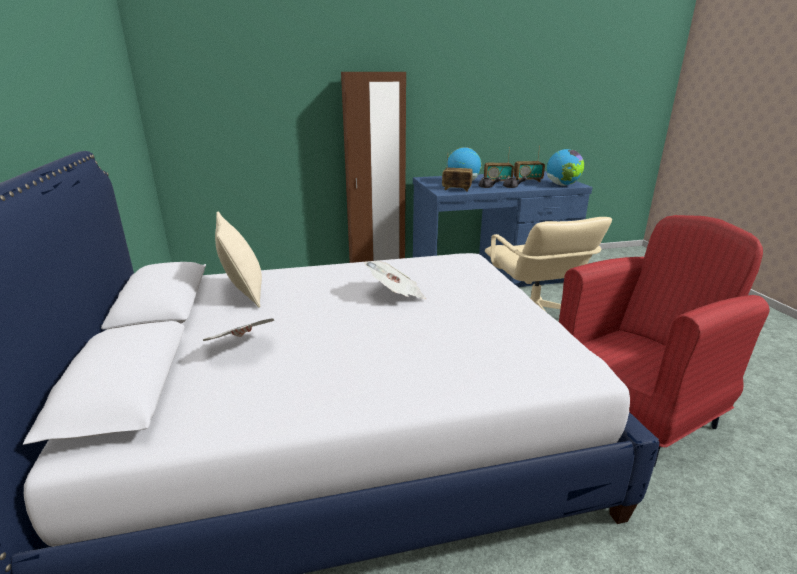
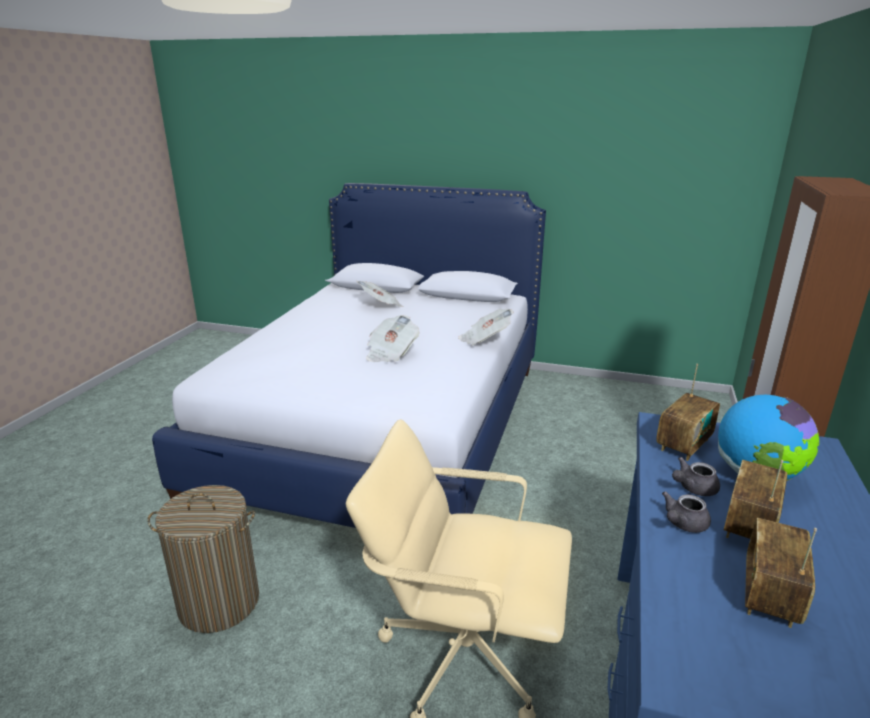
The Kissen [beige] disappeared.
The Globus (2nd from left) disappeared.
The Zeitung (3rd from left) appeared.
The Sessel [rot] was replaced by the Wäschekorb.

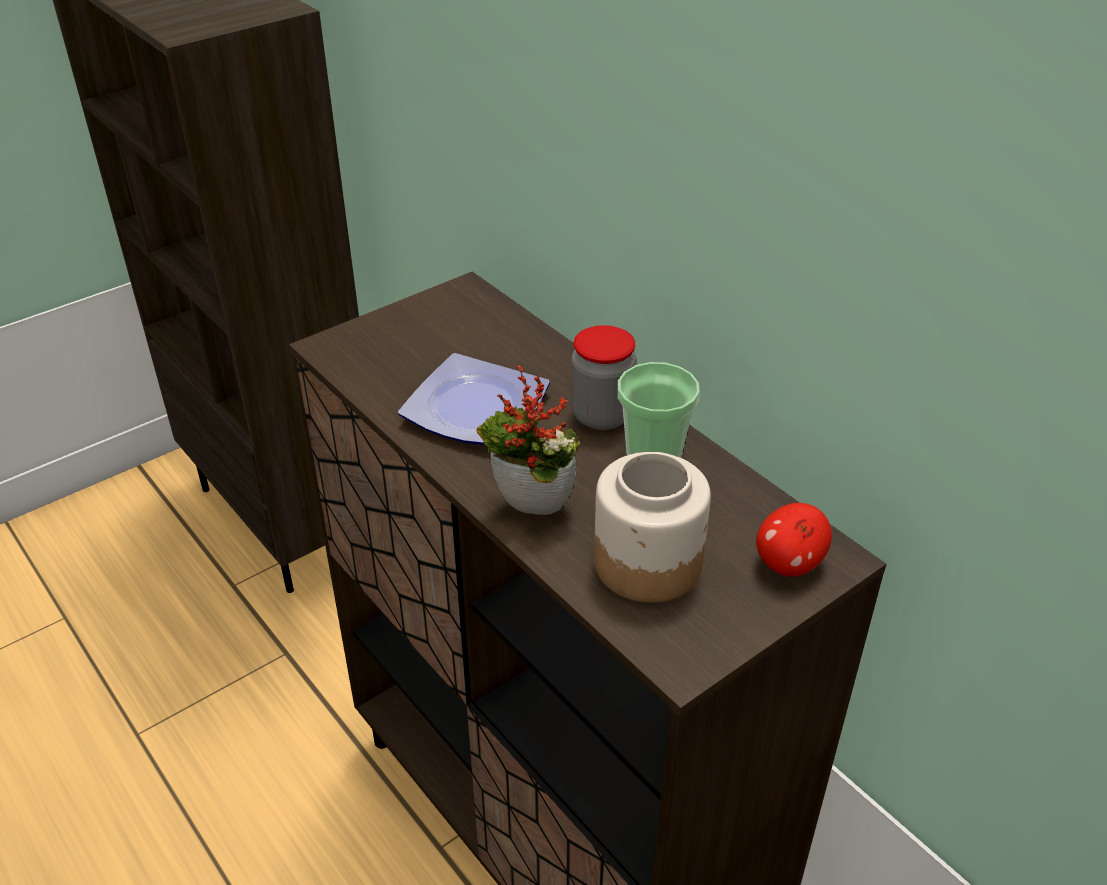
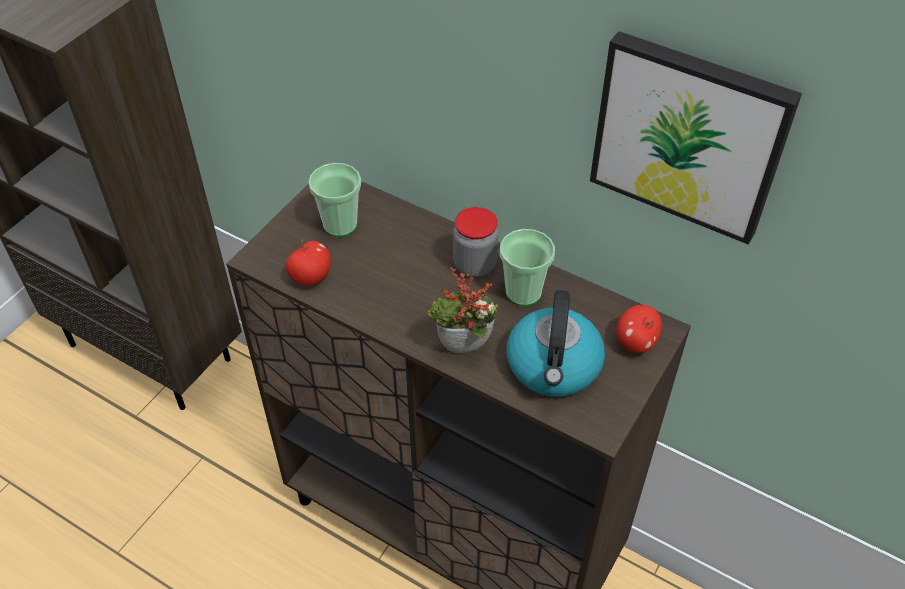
The Teller disappeared.
The Apfel (1st from left) appeared.
The Tasse (1st from left) appeared.
The Bild appeared.
The Vorratsglas (2nd from left) was replaced by the Wasserkessel.

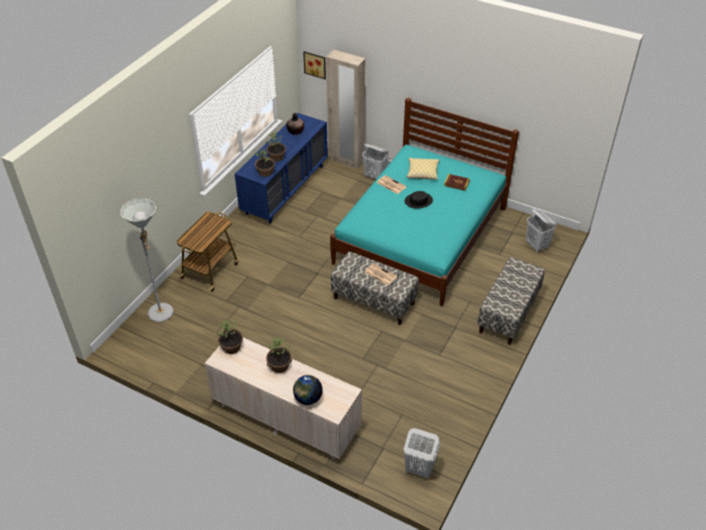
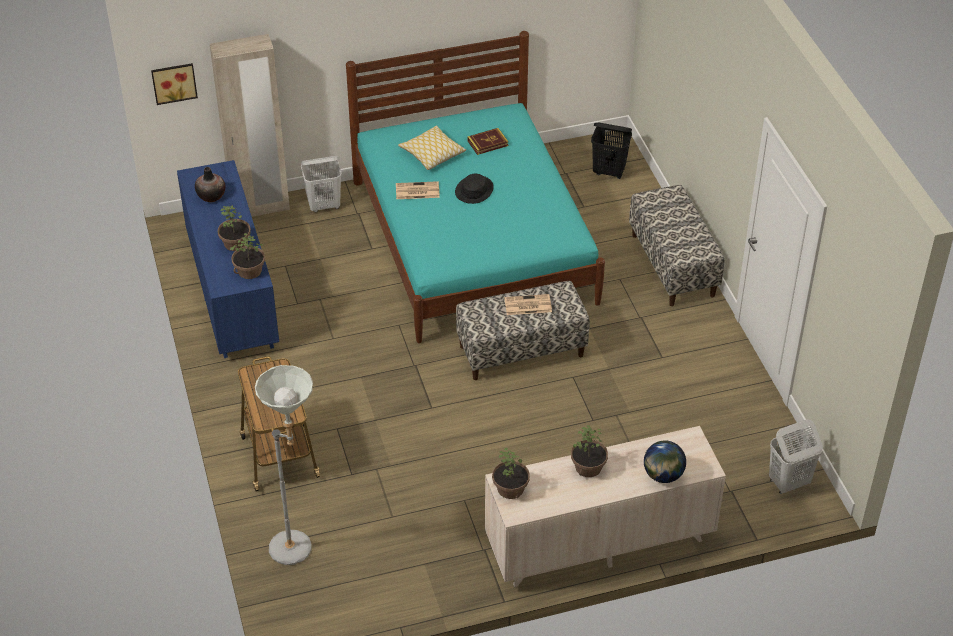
The Wäschekorb [weiß] (3rd from left) became the Wäschekorb [schwarz].

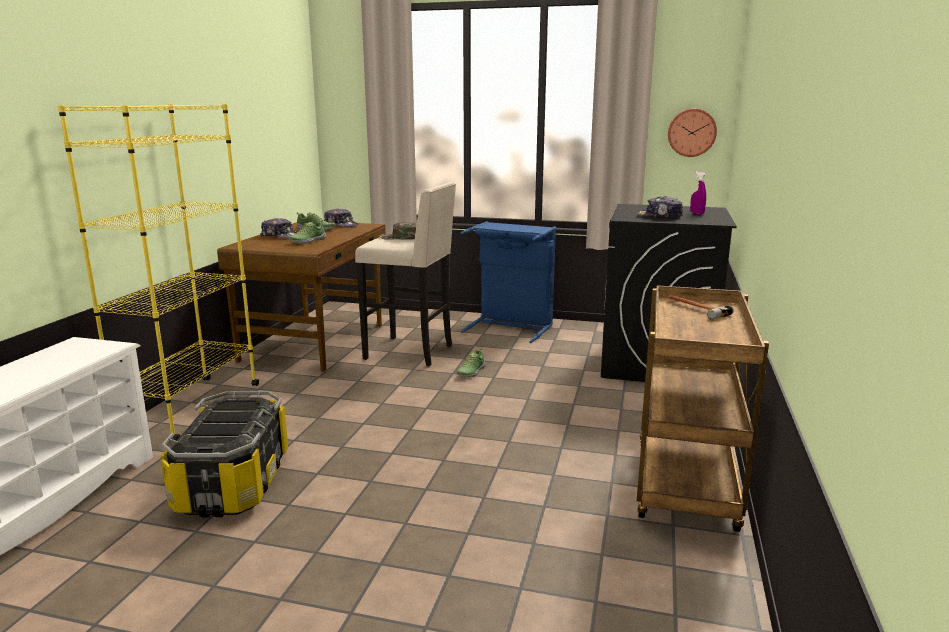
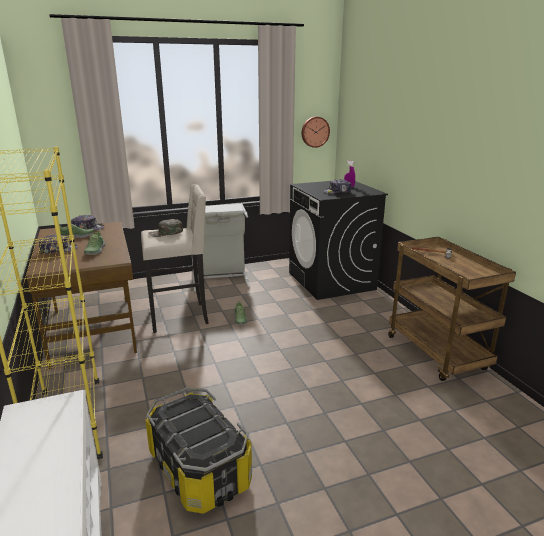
The Wäschekorb [blau] became the Wäschekorb [grau].

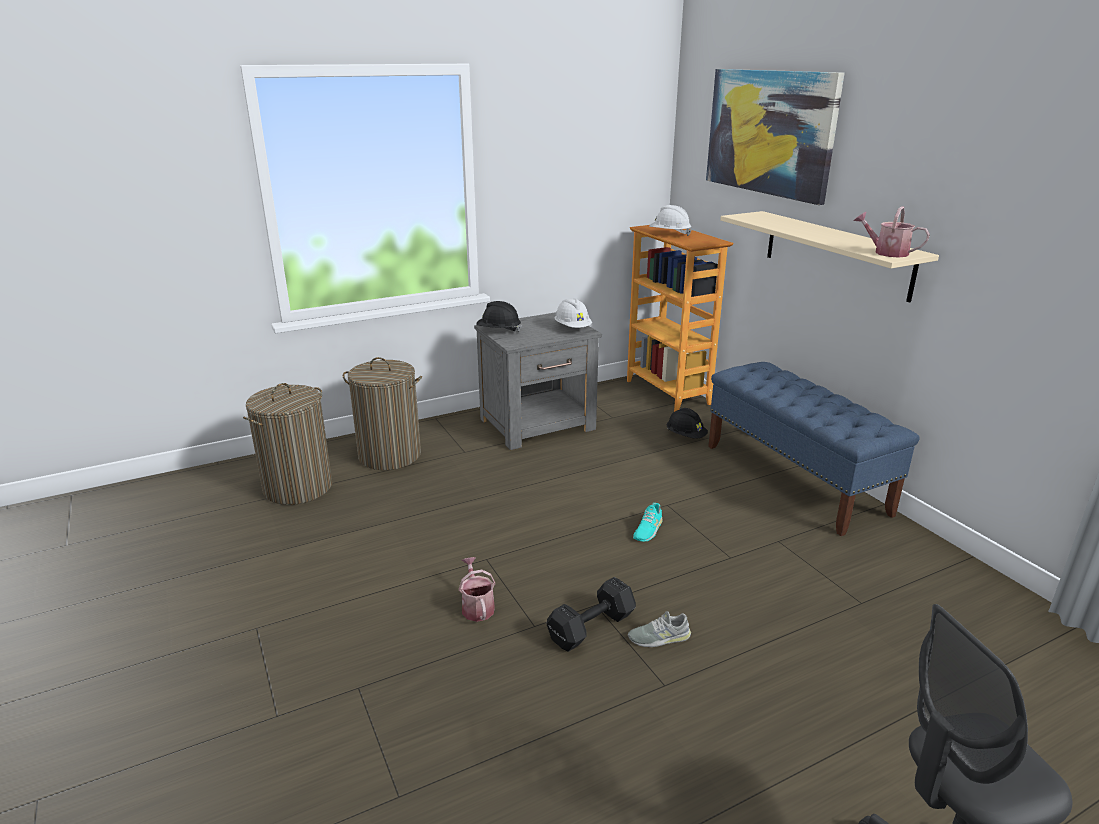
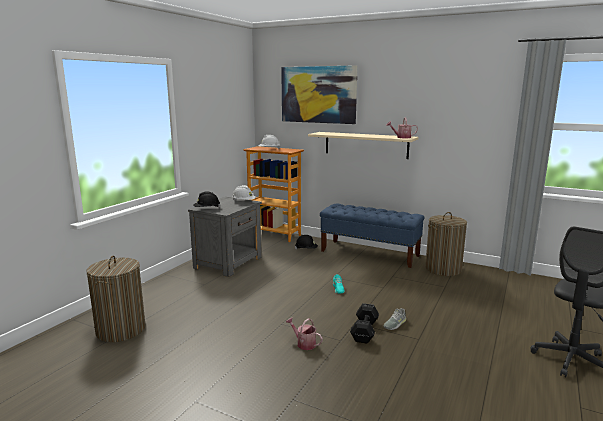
The Wäschekorb (2nd from left) moved.

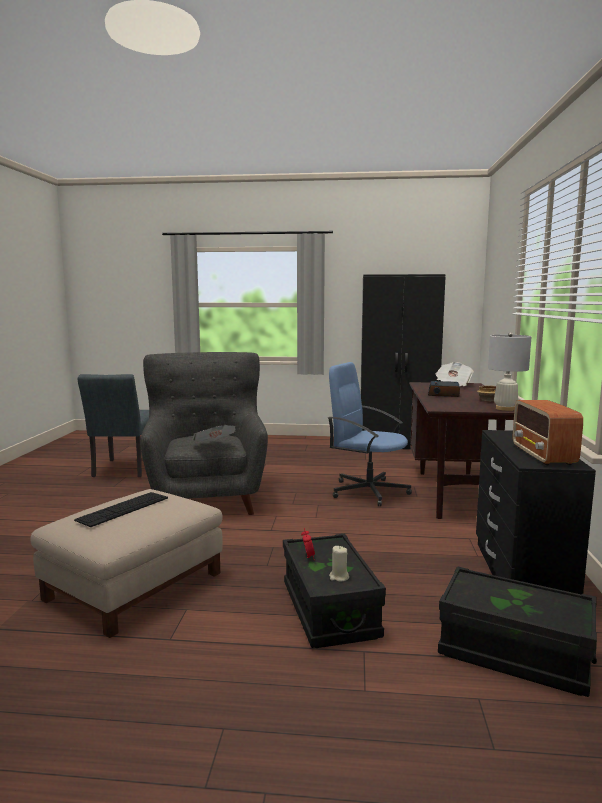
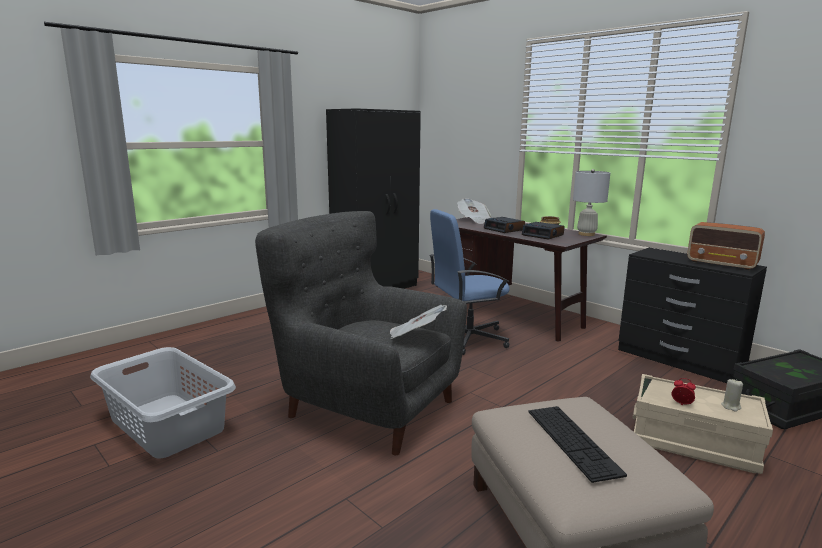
The Wecker (2nd from left) appeared.
The Stuhl [grau] was replaced by the Wäschekorb [grau].
The Aufbewahrungsbox [schwarz] (1st from left) became the Aufbewahrungsbox [beige].

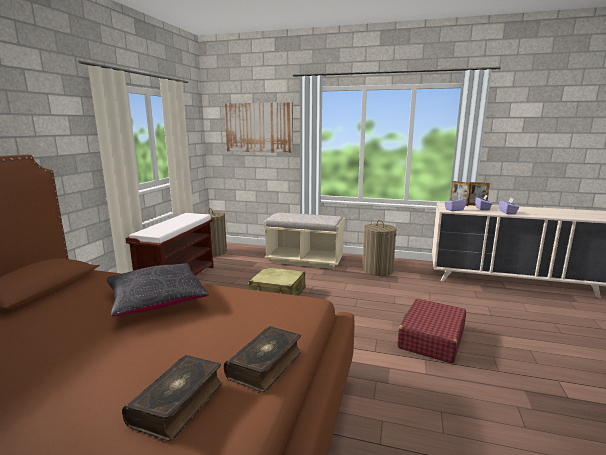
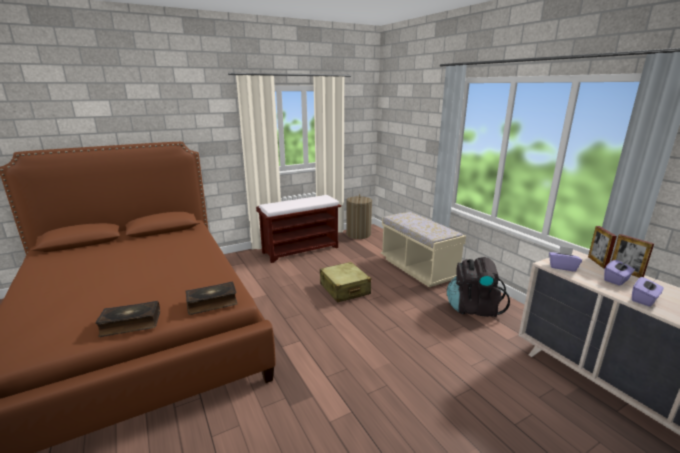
The Kissen [schwarz] disappeared.
The Bild disappeared.
The Koffer [rot] disappeared.
The Buch (1st from left in the first image) moved.
The Wäschekorb (2nd from left) was replaced by the Rucksack [schwarz].

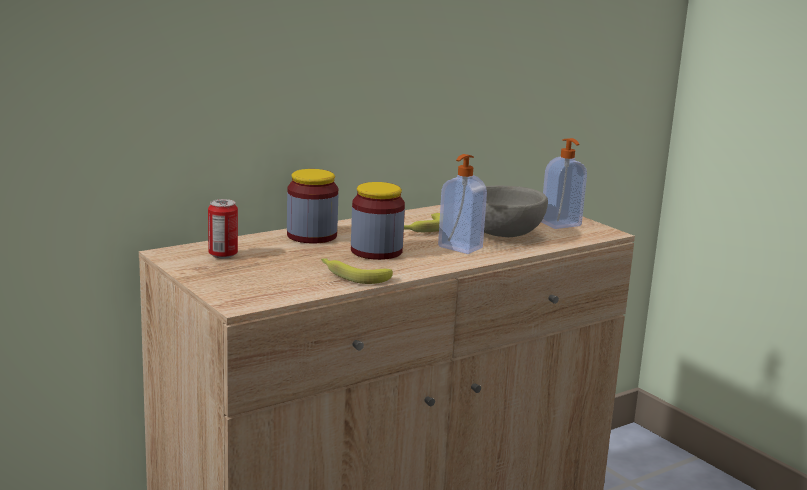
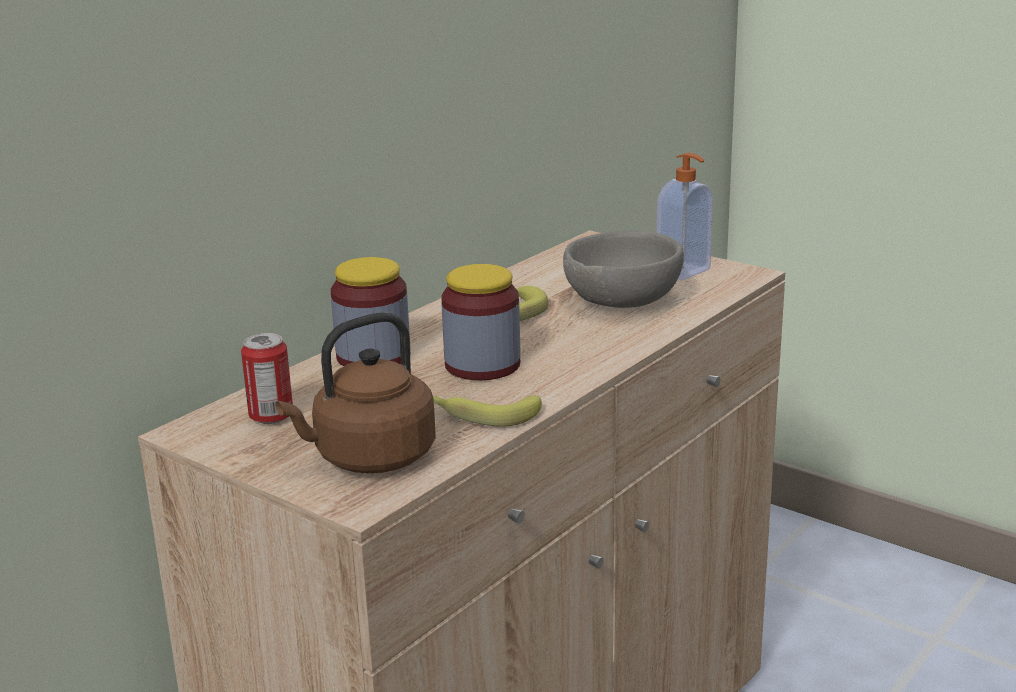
The Seifenspender (1st from left) disappeared.
The Wasserkessel [braun] appeared.

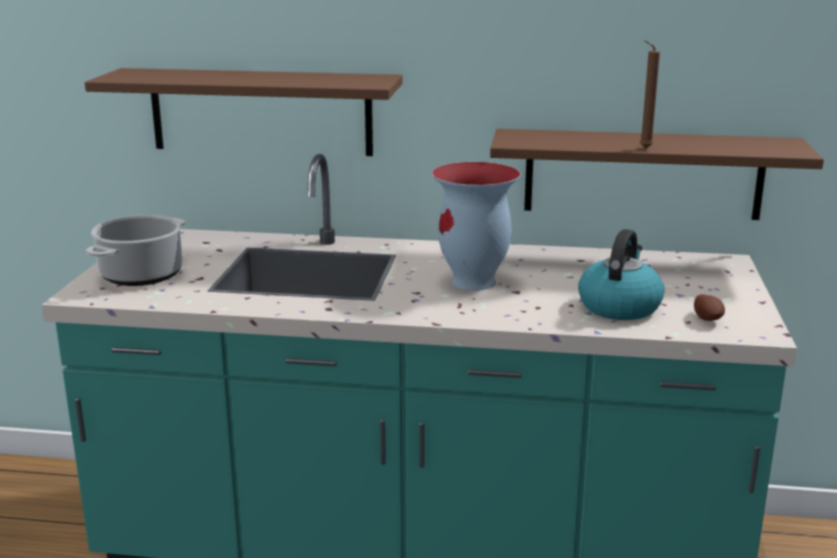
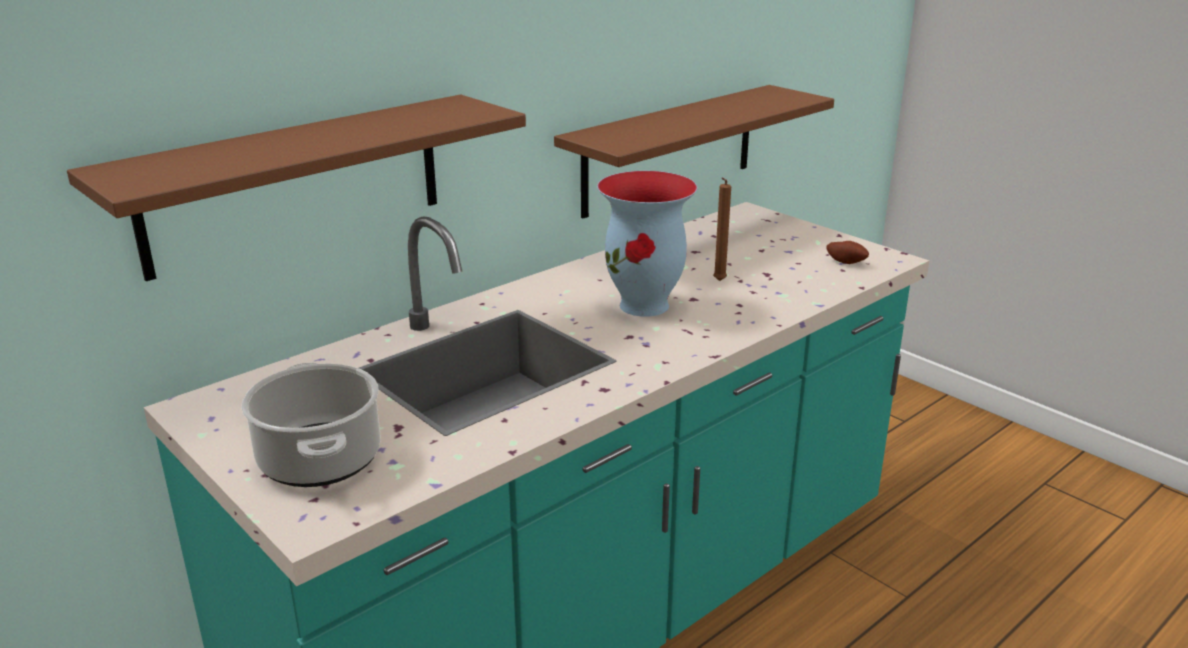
The Wasserkessel disappeared.
The Kerze [braun] moved.

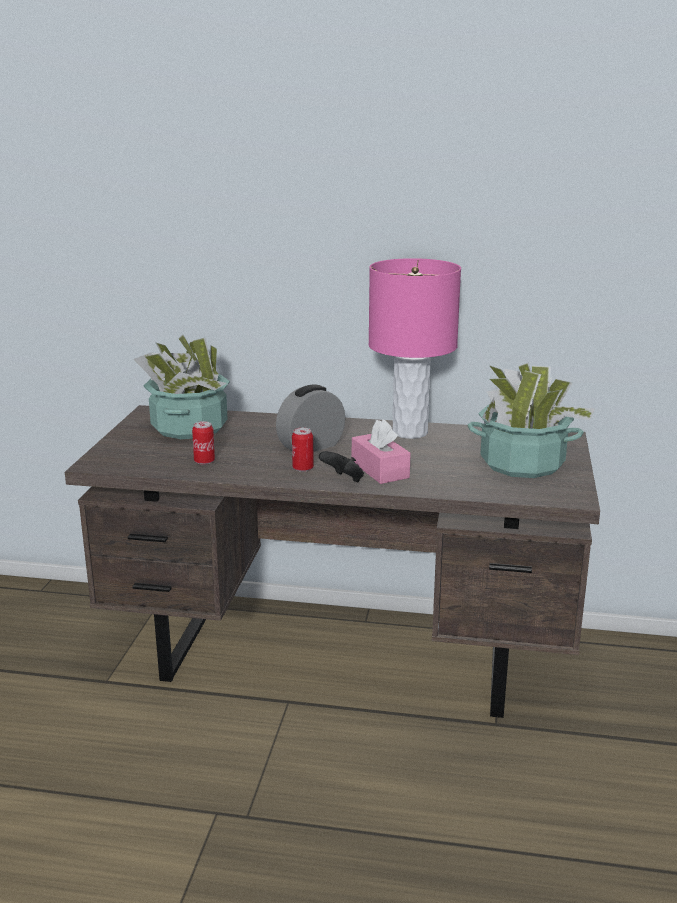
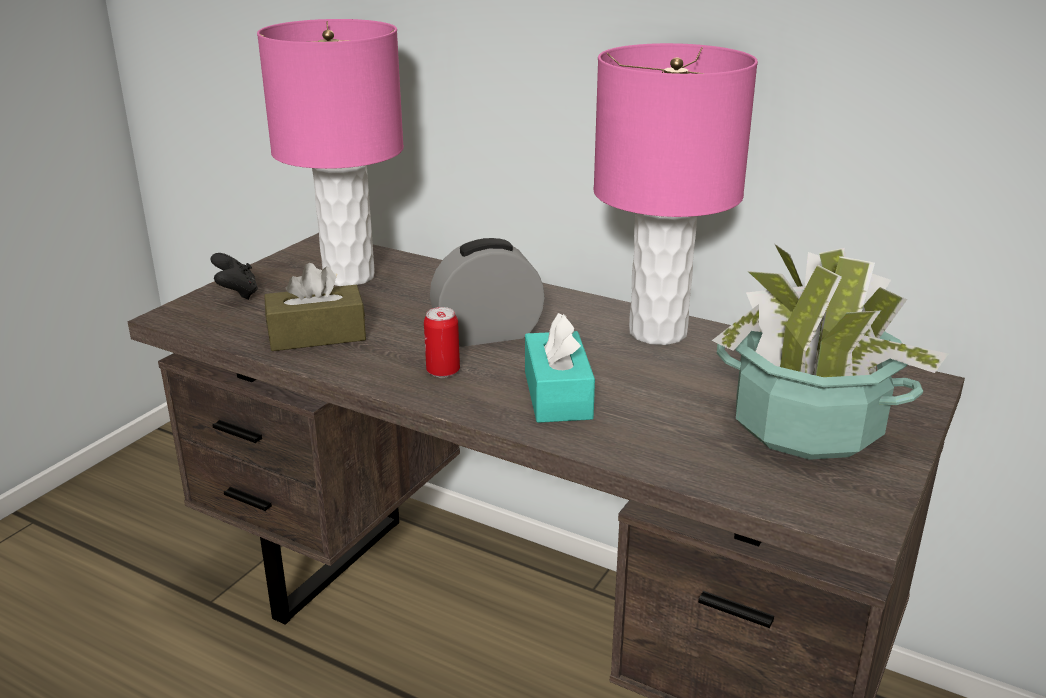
The Gamepad [schwarz] moved.
The Topfpflanze (1st from left) was replaced by the Tischlampe [rosa] (1st from left).
The Dose (1st from left) was replaced by the Taschentuchbox [braun].
The Taschentuchbox [rosa] became the Taschentuchbox [türkis].

